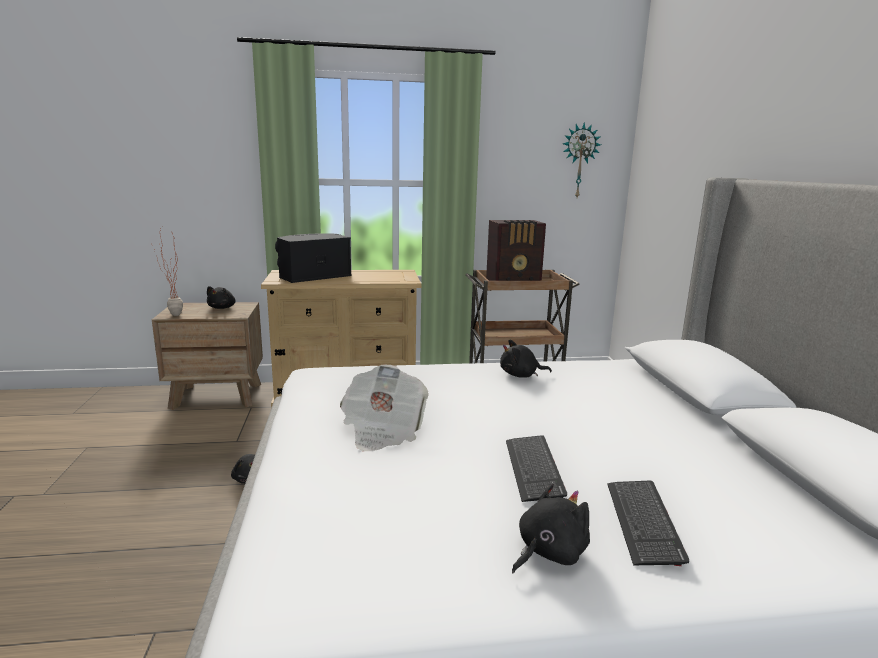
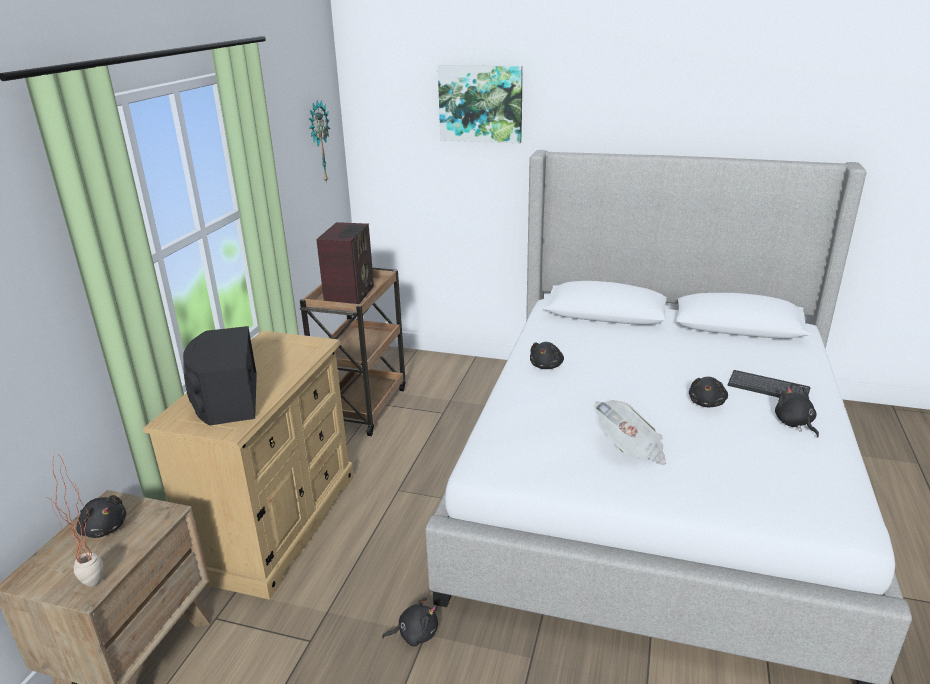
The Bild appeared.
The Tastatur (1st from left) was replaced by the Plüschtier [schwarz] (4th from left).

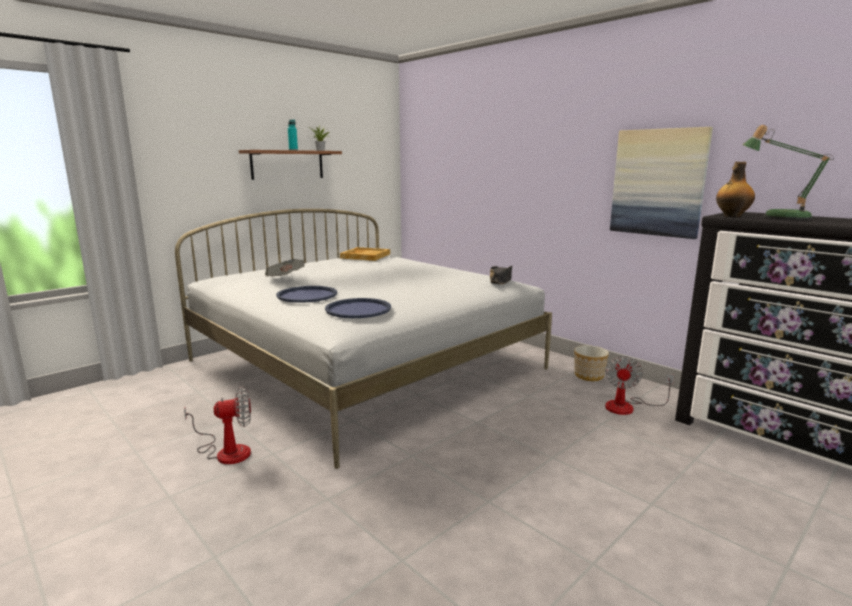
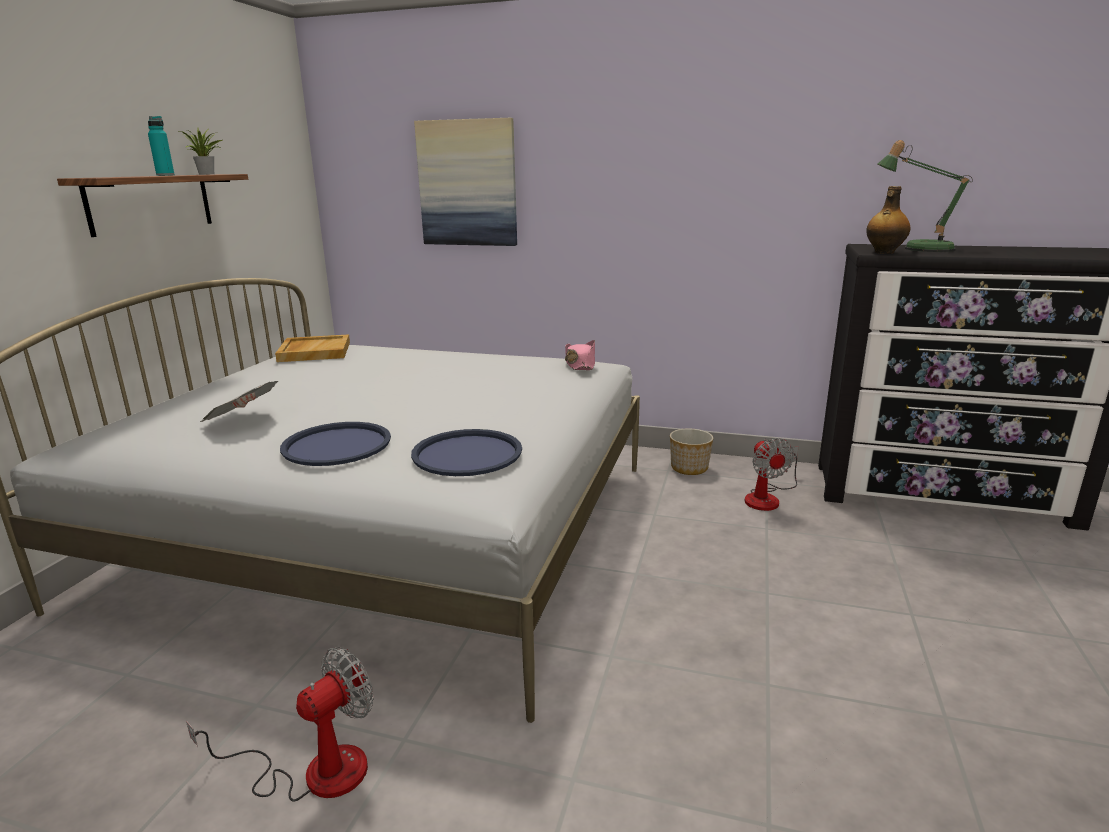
The Bild moved.
The Hut [schwarz] became the Hut [rosa].

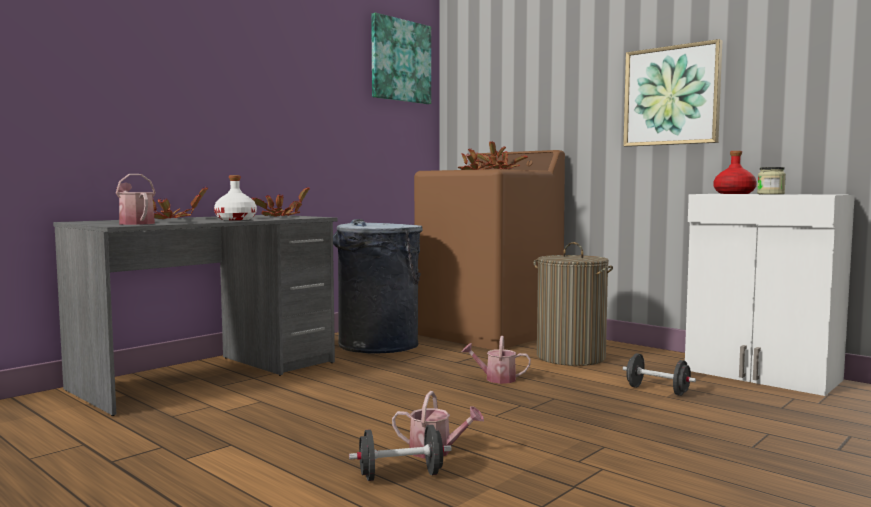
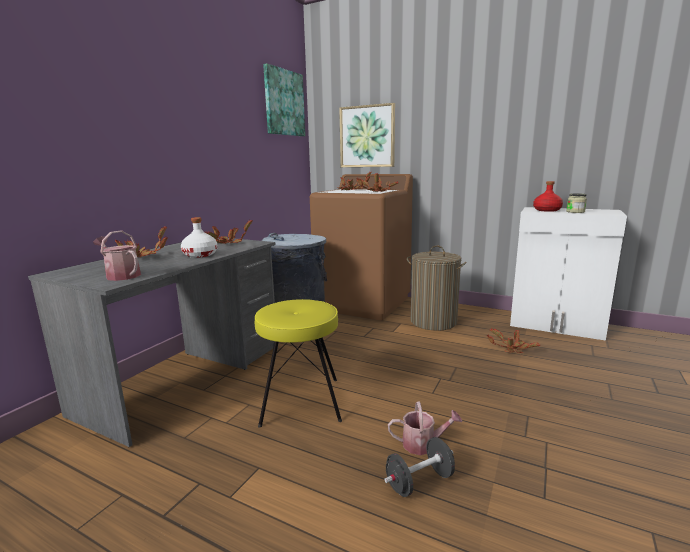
The Gießkanne (3rd from left) disappeared.
The Hocker [gelb] appeared.
The Bild (2nd from left) moved.
The Hantel [schwarz] (2nd from left) was replaced by the Topfpflanze (5th from left).

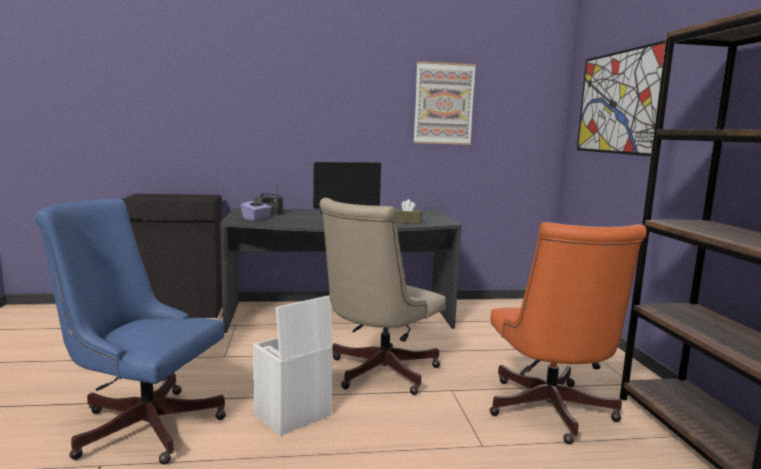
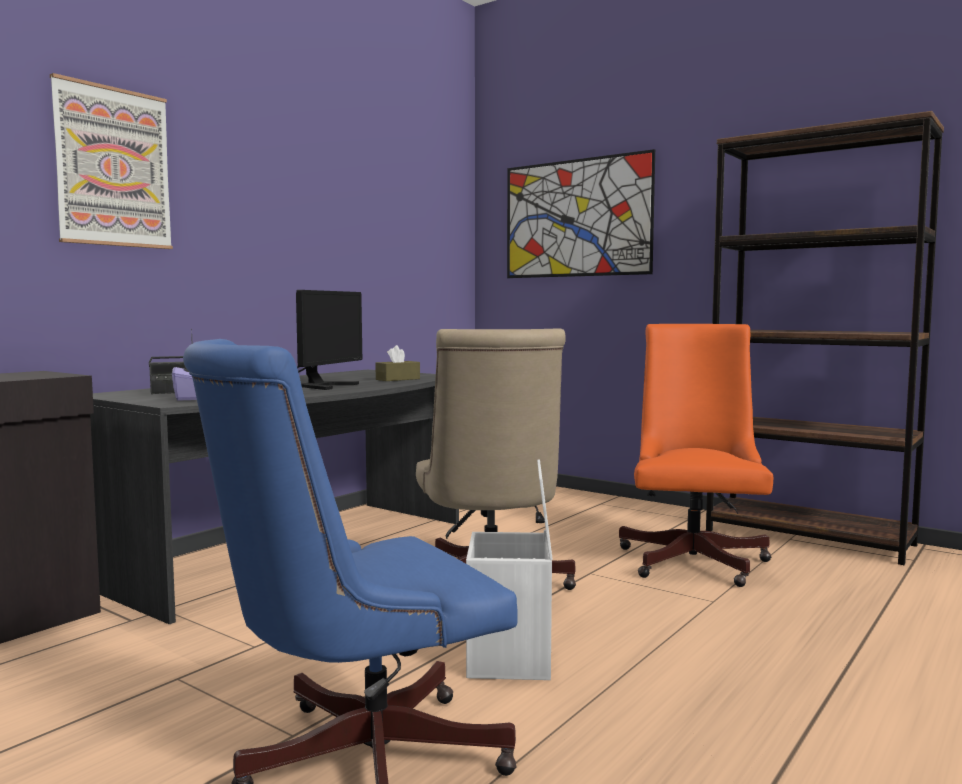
The Bild (1st from left) moved.
The Bürostuhl [orange] turned 120 degrees counterclockwise.

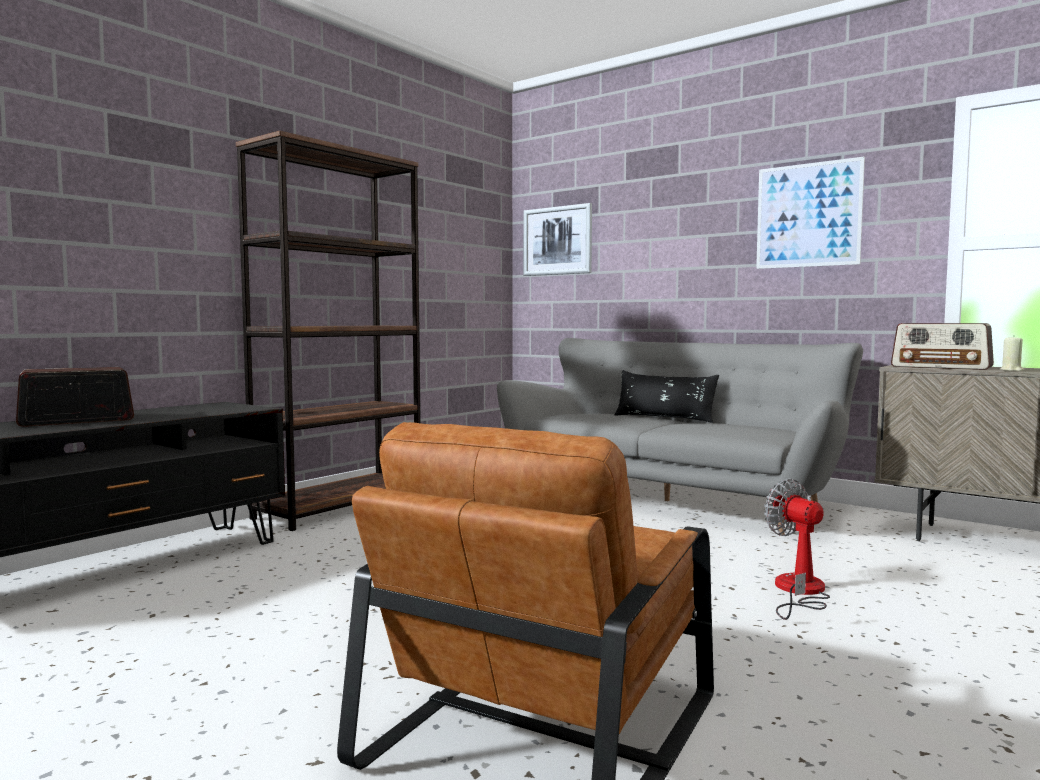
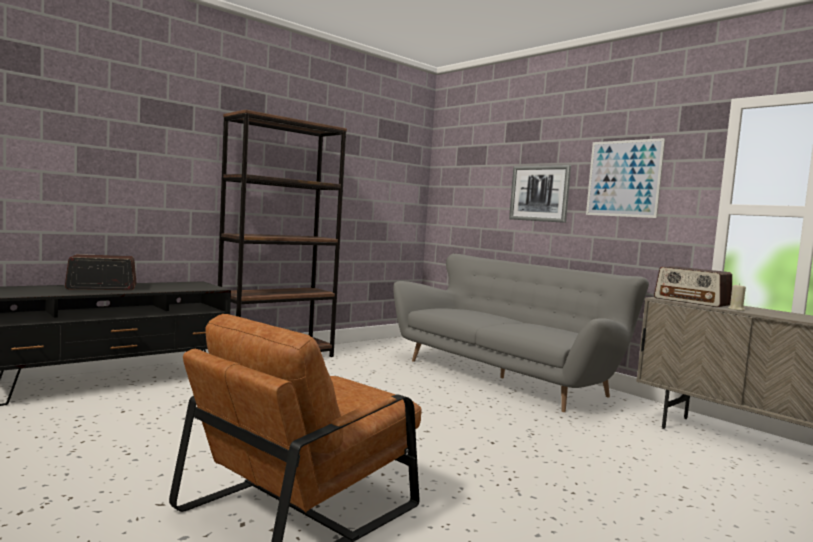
The Kissen [schwarz] disappeared.
The Ventilator disappeared.
The Bild (1st from left) moved.

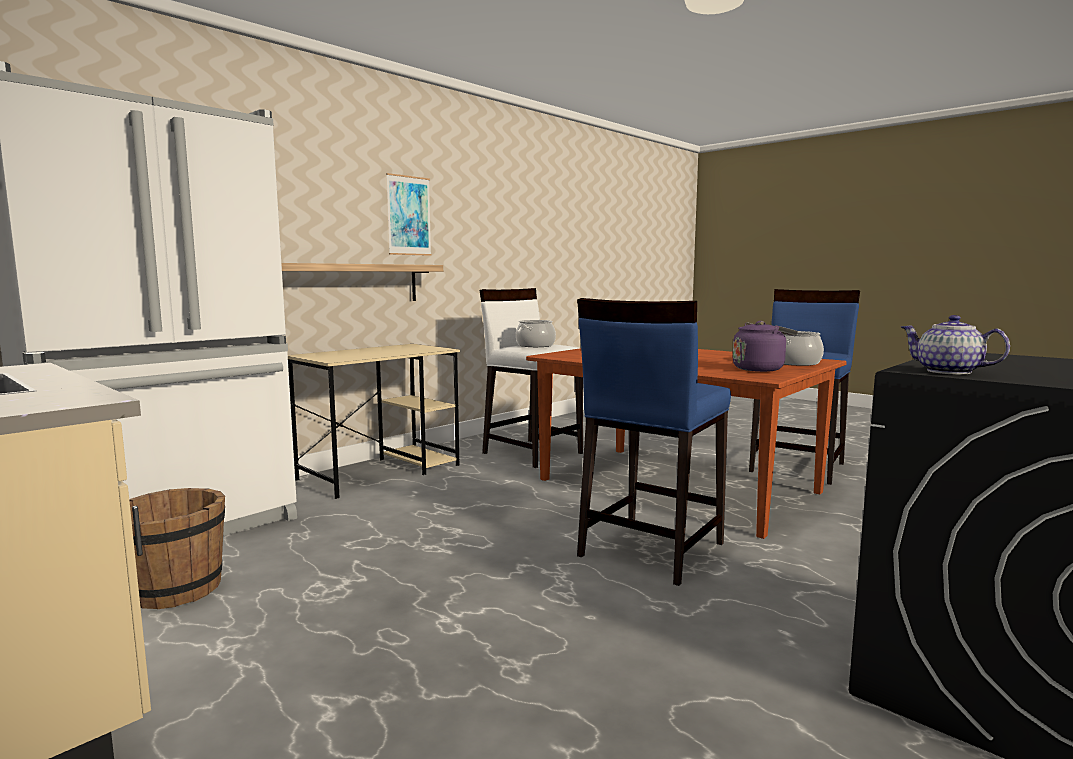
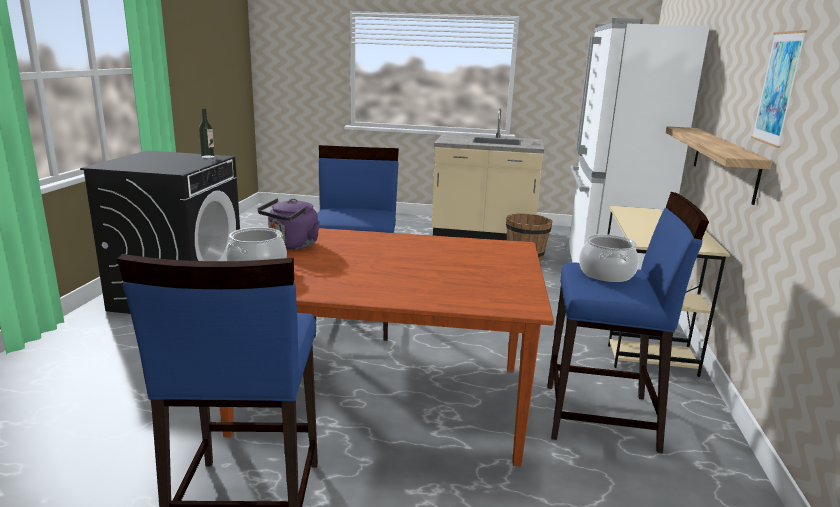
The Teekanne was replaced by the Flasche.
The Hocker [weiß] became the Hocker [blau] (3rd from left).

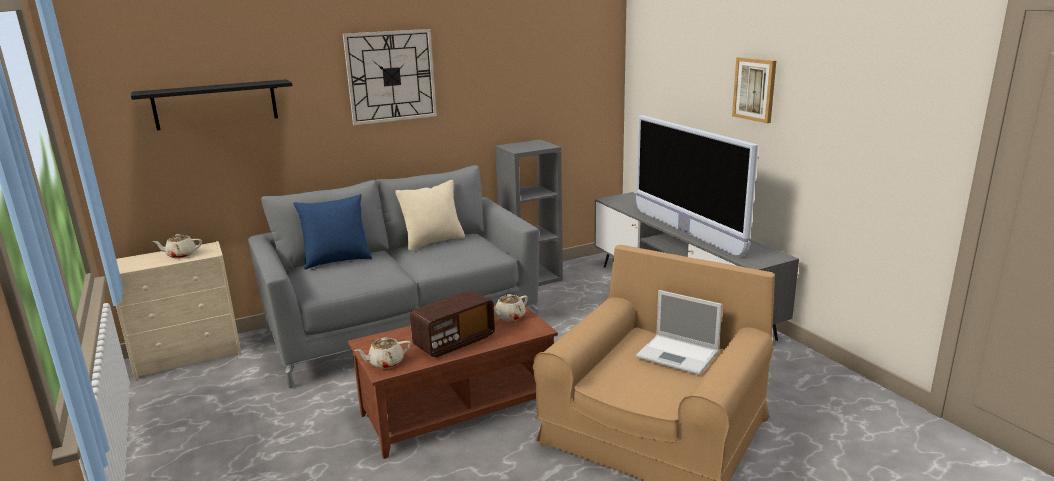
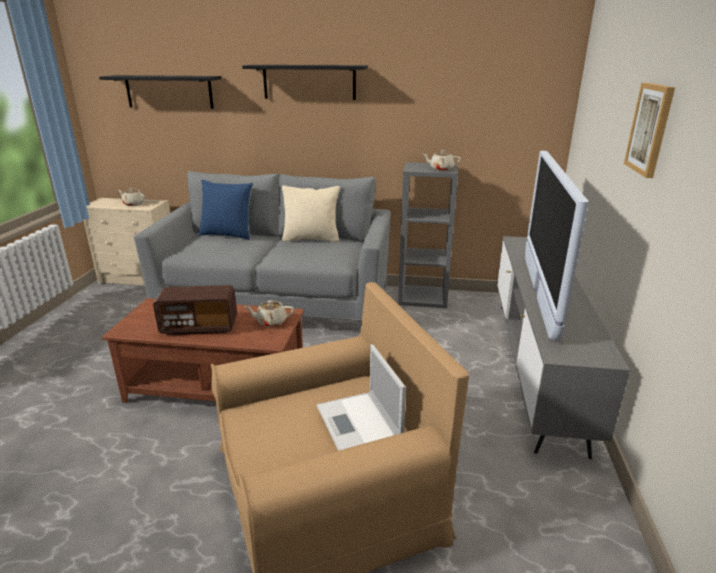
The Teekanne [beige] (2nd from left in the first image) moved.
The Wanduhr was replaced by the Wandregal [schwarz] (2nd from left).

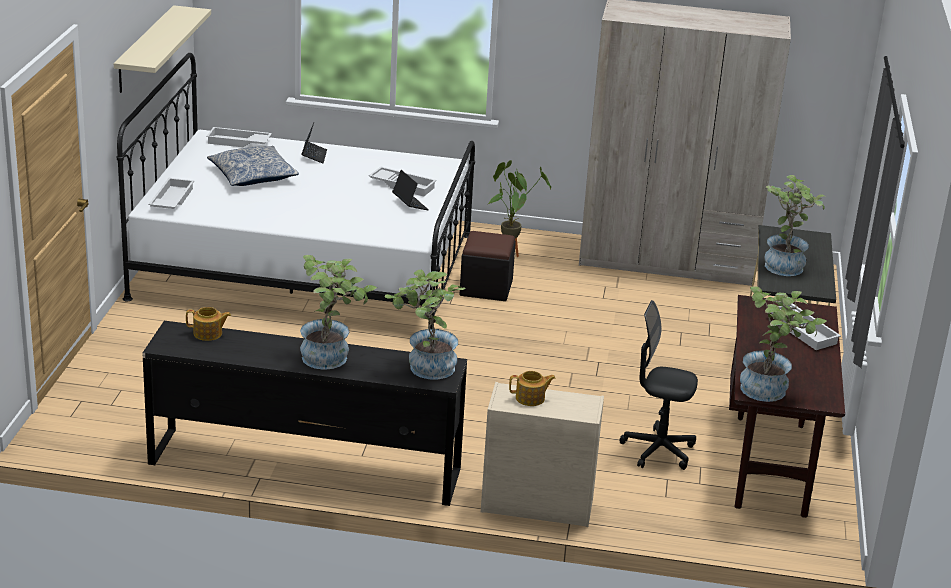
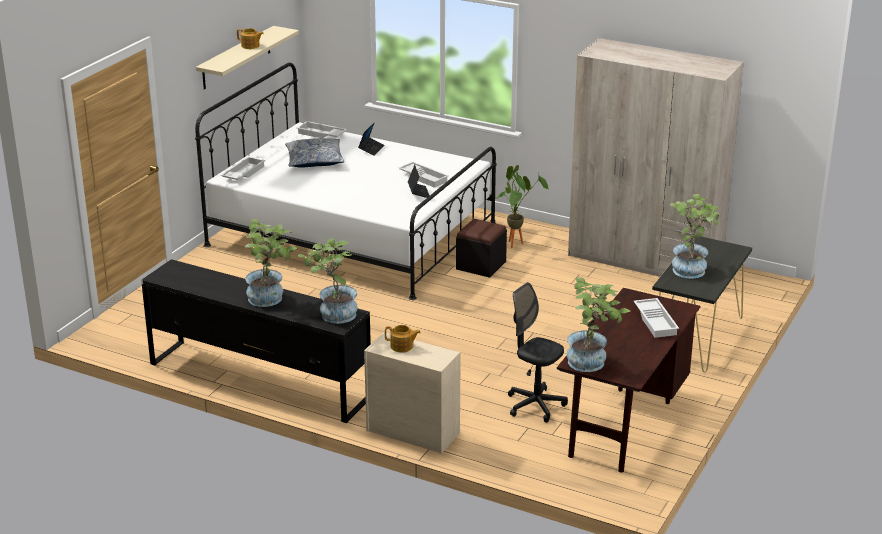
The Teekanne (1st from left) moved.

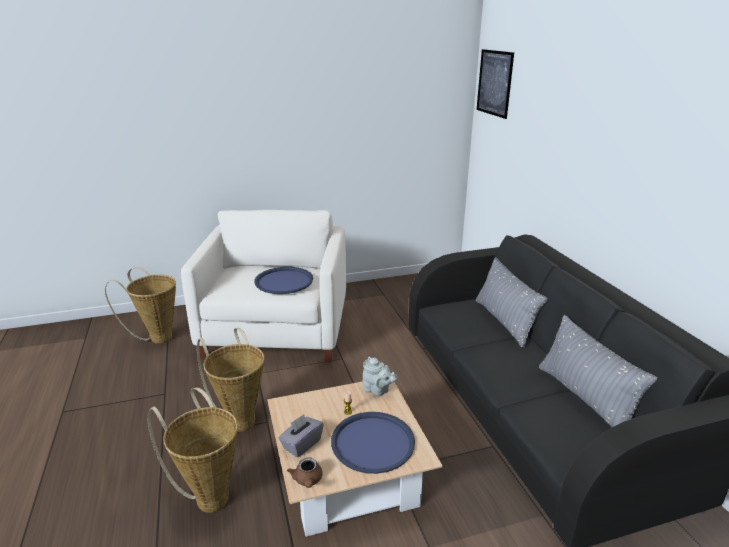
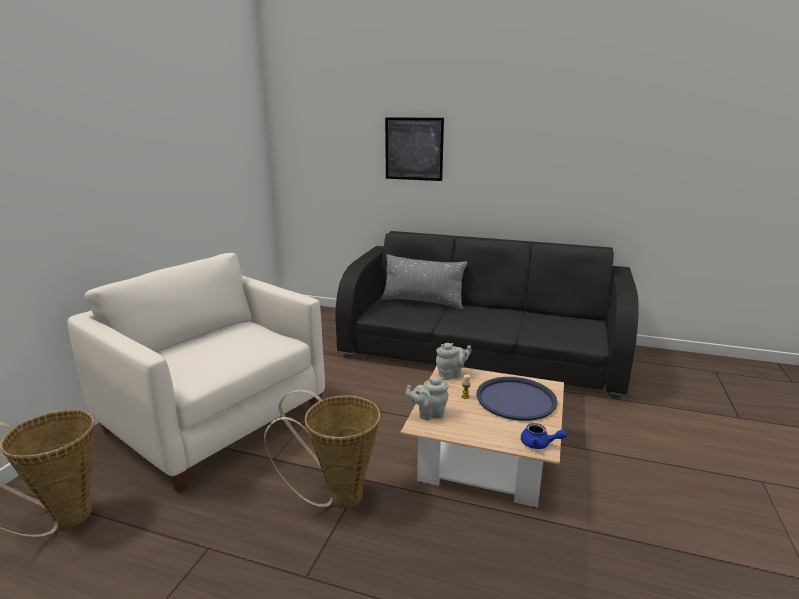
The Korb (2nd from left) disappeared.
The Tablett [blau] (1st from left) disappeared.
The Taschentuchbox [grau] disappeared.
The Kissen [grau] (2nd from left) disappeared.
The Teekanne [grau] (1st from left) appeared.
The Bild moved.
The Teekanne [braun] became the Teekanne [blau].

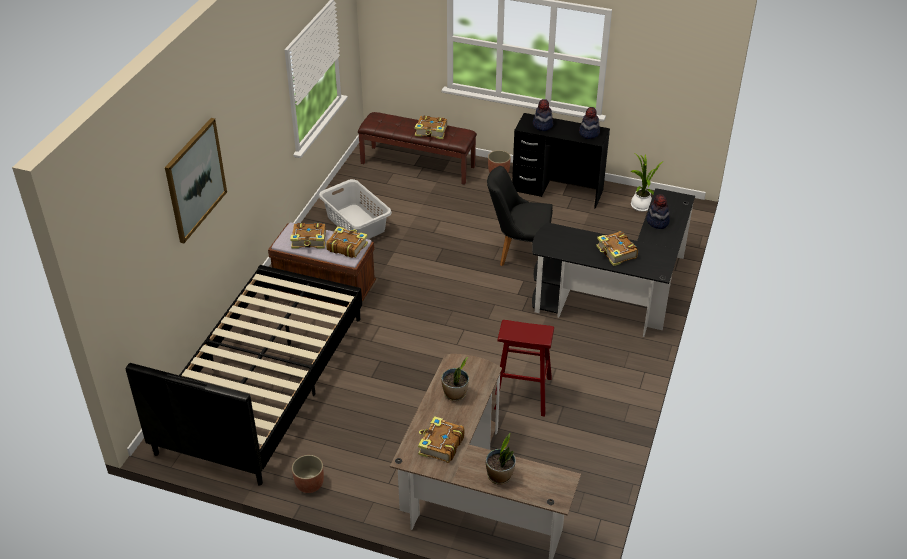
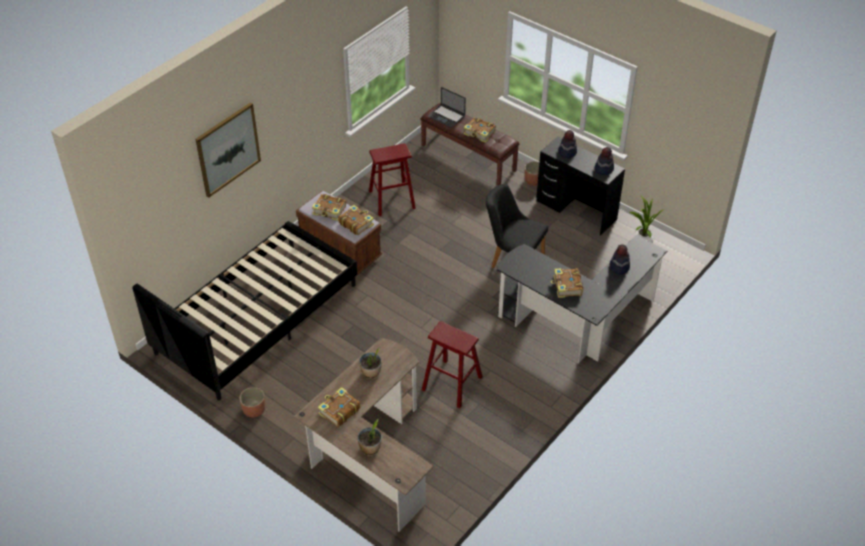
The Laptop appeared.
The Wäschekorb [grau] was replaced by the Hocker [rot] (1st from left).

